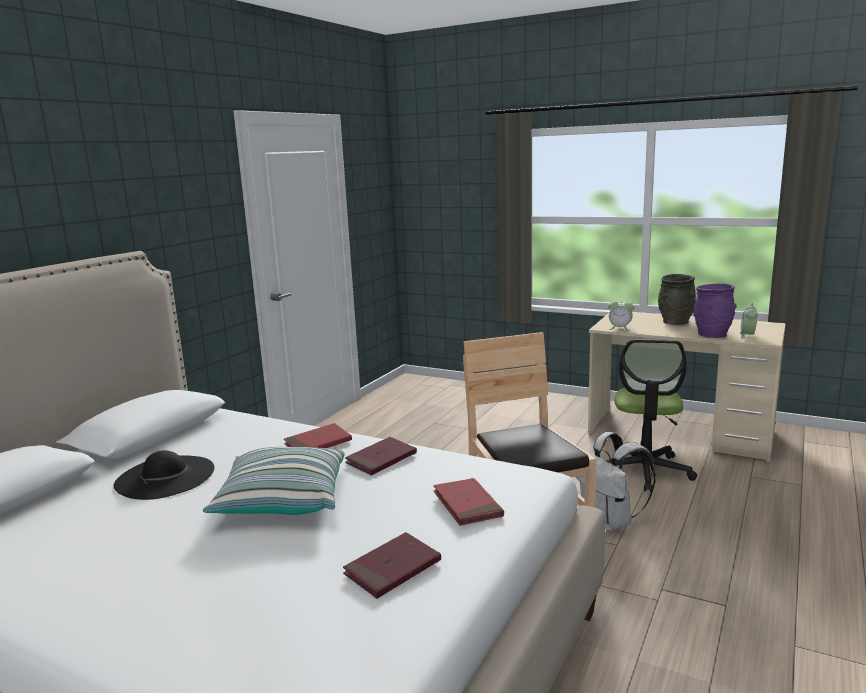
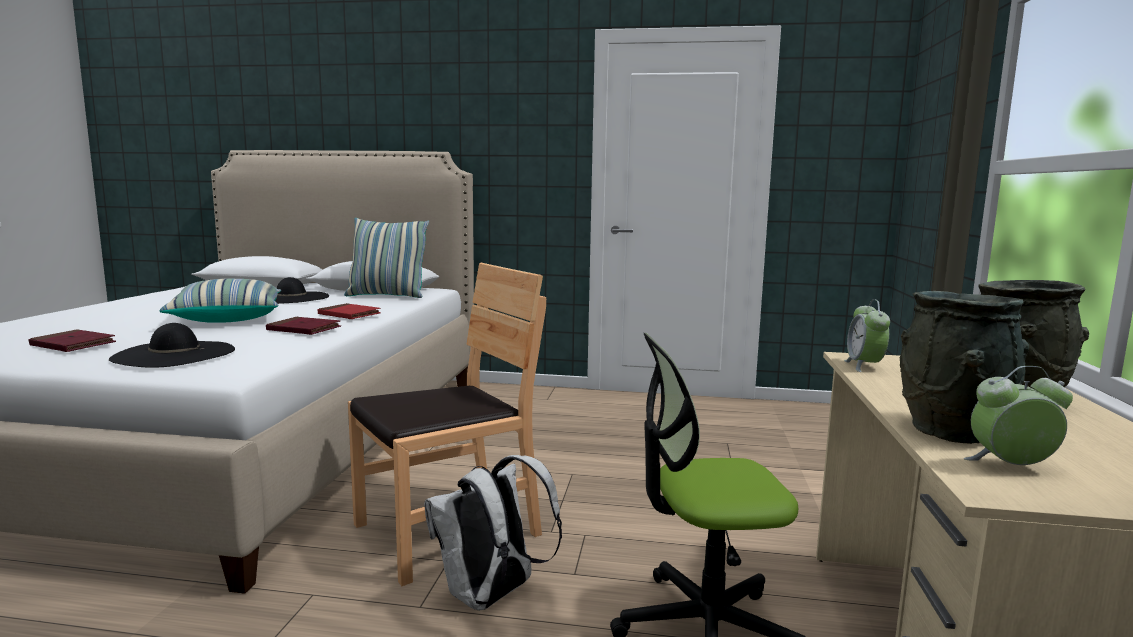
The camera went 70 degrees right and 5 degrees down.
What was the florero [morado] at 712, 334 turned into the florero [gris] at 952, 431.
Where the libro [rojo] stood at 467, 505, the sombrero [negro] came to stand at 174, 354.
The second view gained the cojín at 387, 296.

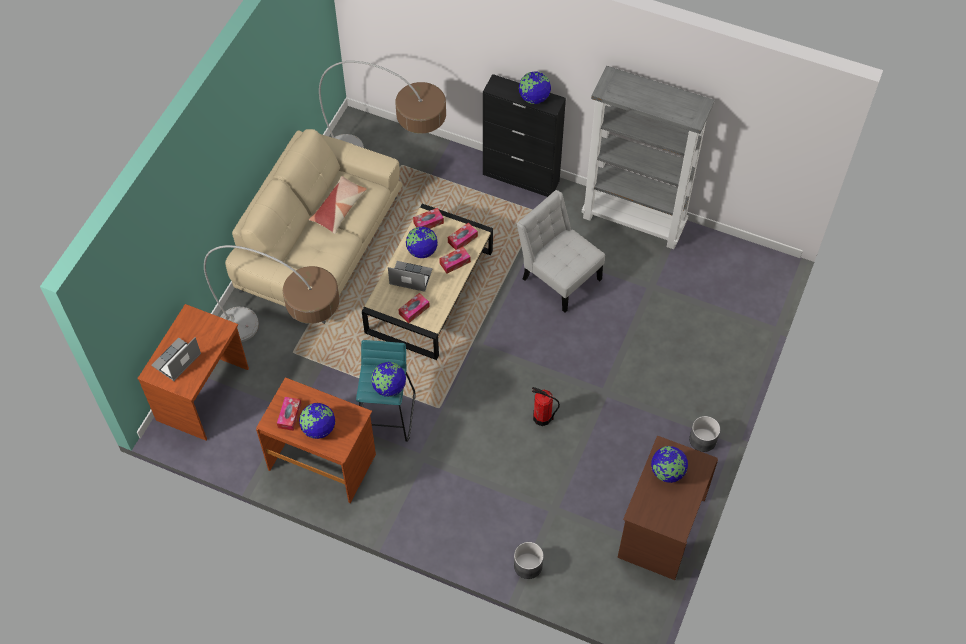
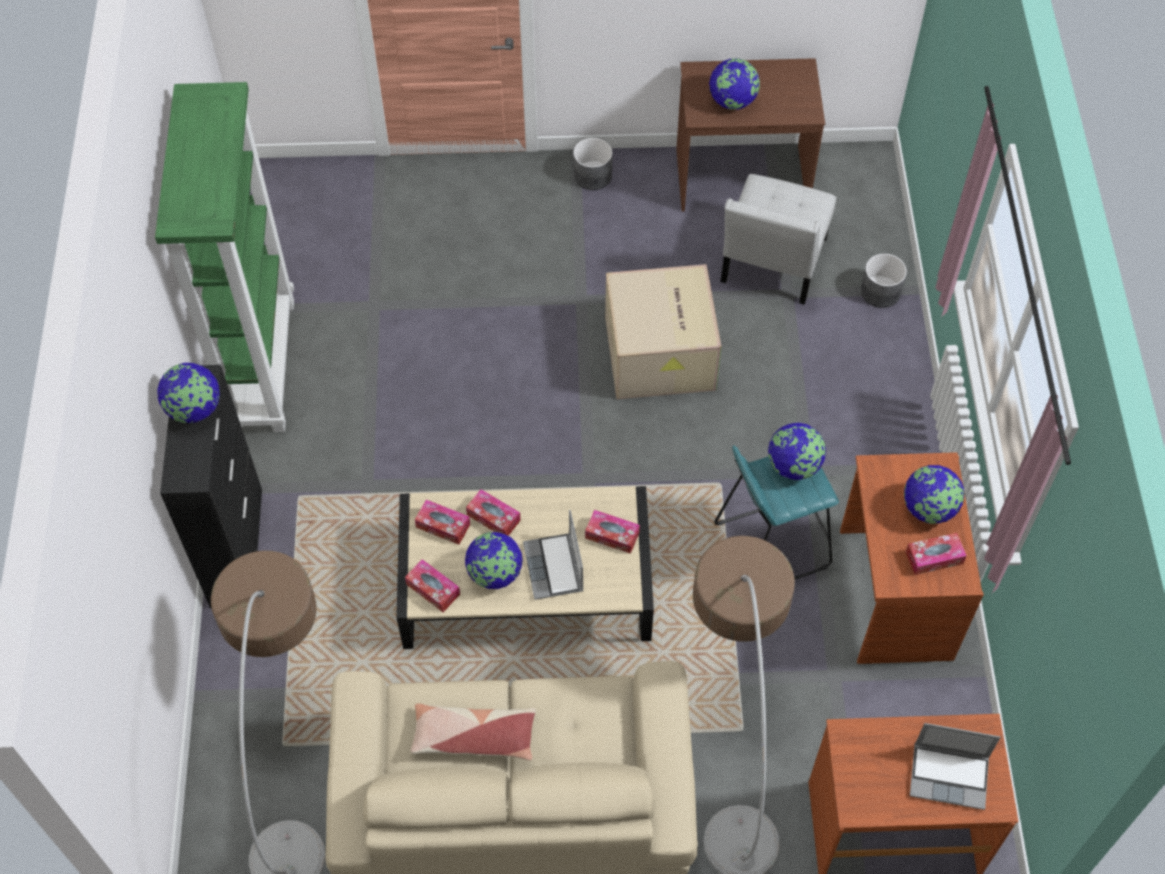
The camera went 115 degrees left and 0 degrees up.
What was the estantería [gris] at 634, 221 turned into the estantería [verde] at 261, 364.
The silla [blanco] ended up elsewhere, having gone from 558, 276 to 771, 265.
Where the extintor stood at 542, 417, the caja de cartón came to stand at 661, 354.

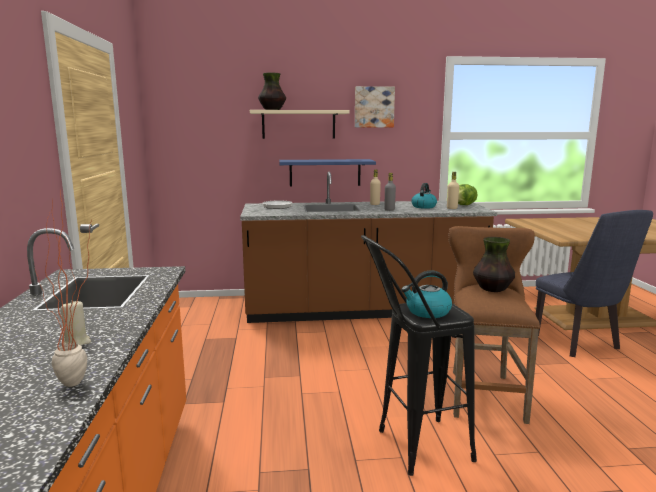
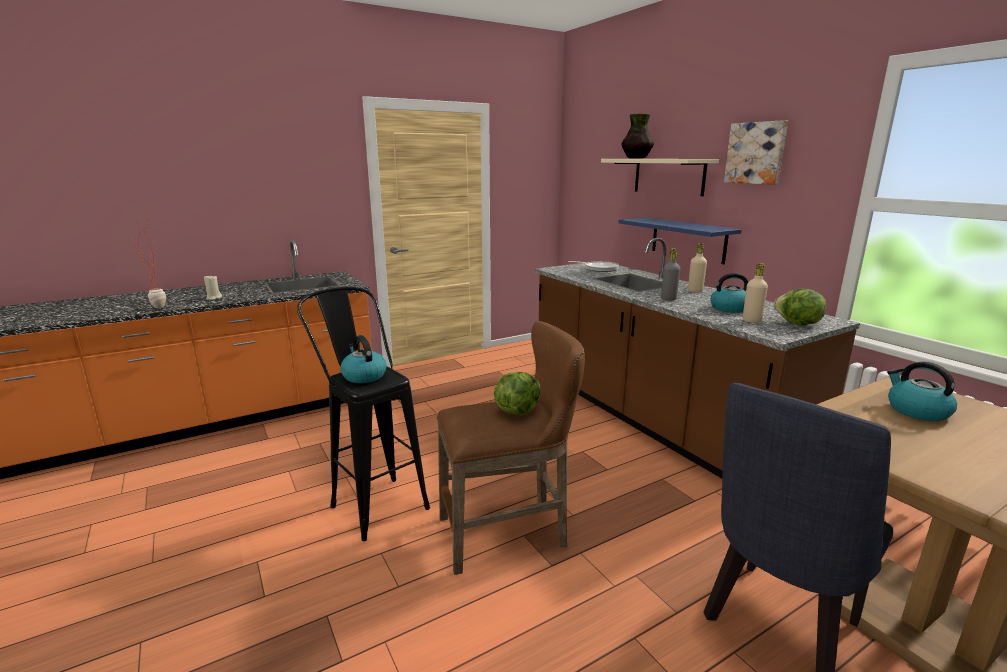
The camera went 65 degrees right and 5 degrees up.
Where the florero stood at 492, 289, the lechuga came to stand at 517, 410.
The second view gained the hervidor at 916, 411.

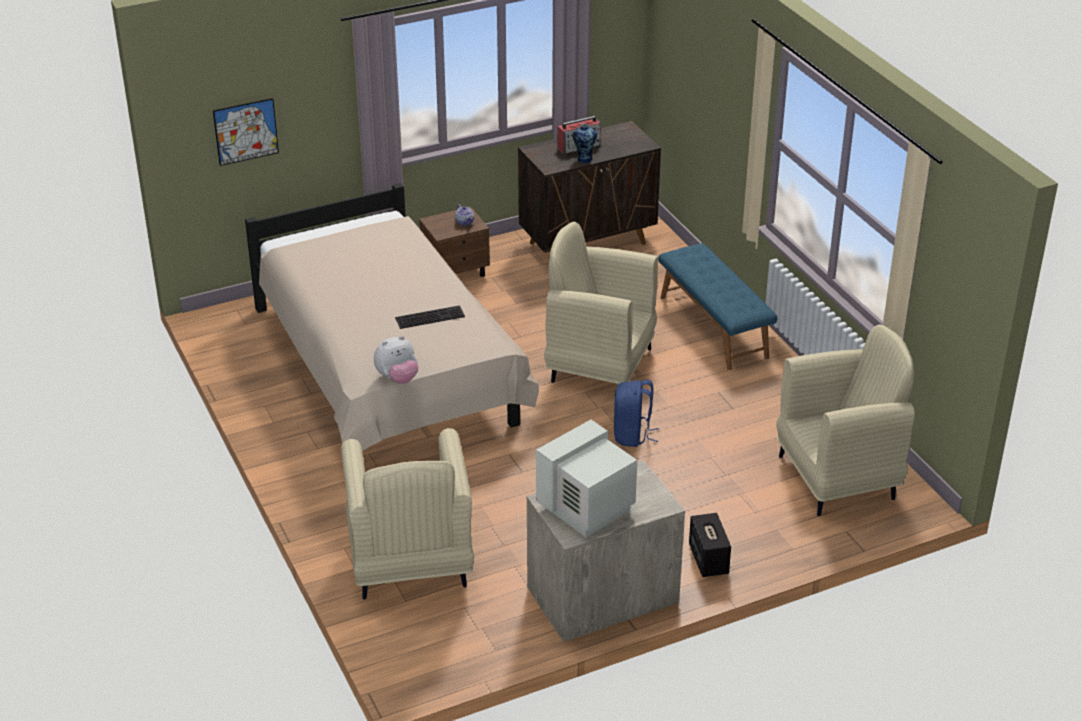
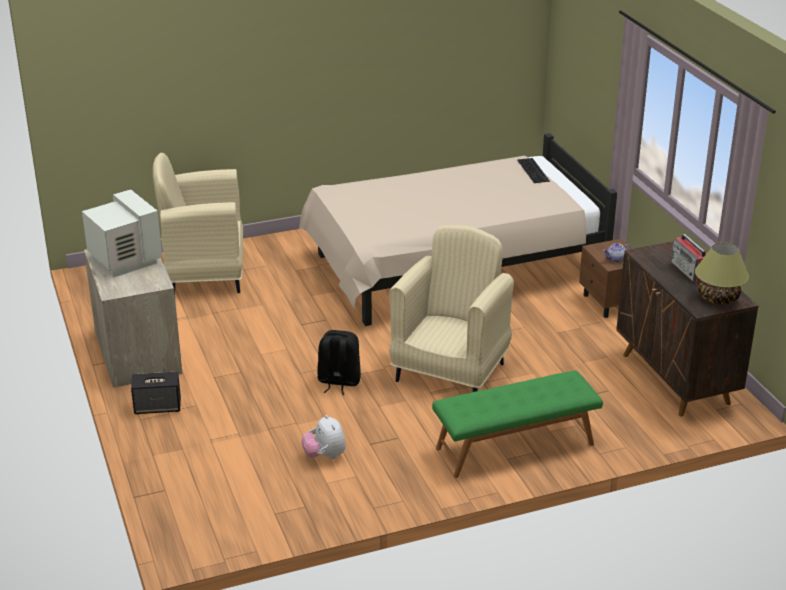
The camera went 95 degrees right and 5 degrees down.
The second view lost the cuadro at 246, 131.
The second view lost the florero at 584, 159.
What was the banco [azul] at 714, 326 turned into the banco [verde] at 515, 447.
The teclado ended up elsewhere, having gone from 430, 316 to 534, 170.
The second view lost the sillón [beis] at 838, 477.
The peluche ended up elsewhere, having gone from 397, 378 to 325, 456.
What was the mochila [azul] at 632, 435 turned into the mochila [negro] at 338, 382.
The second view gained the lámpara de mesa at 718, 298.

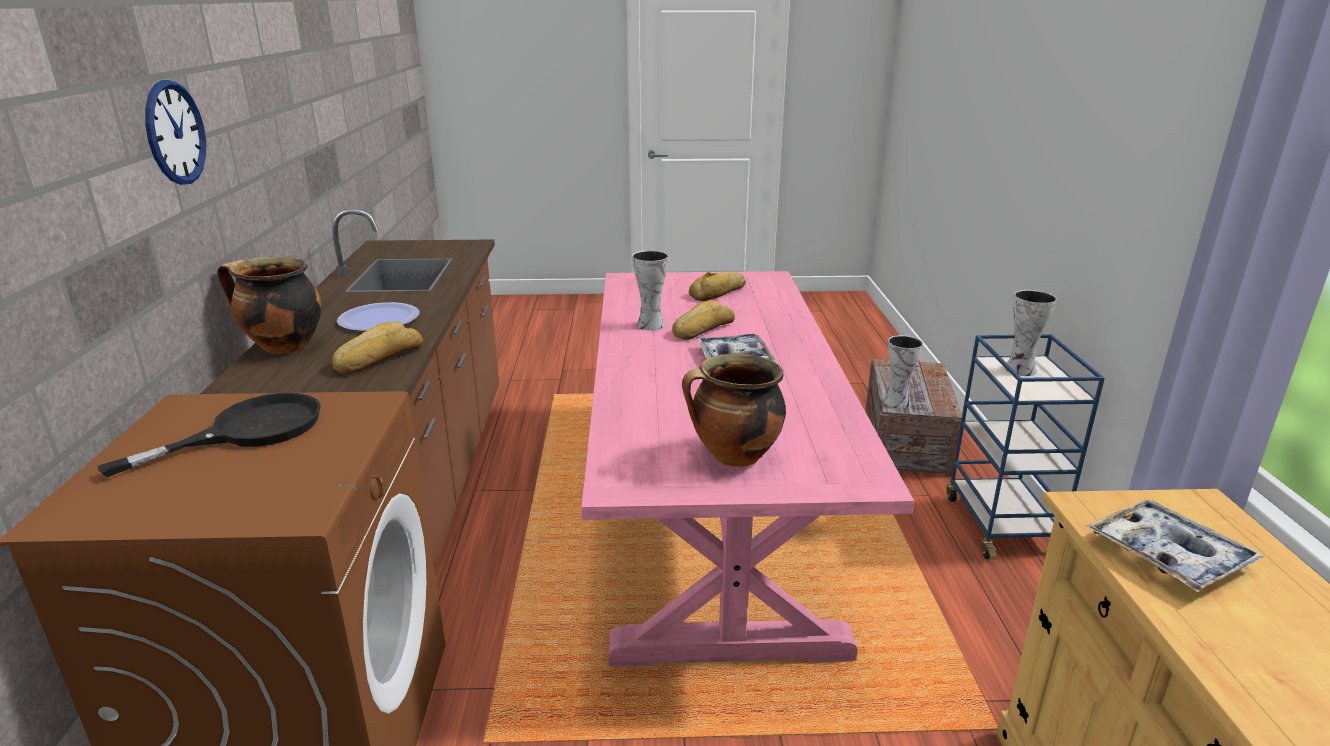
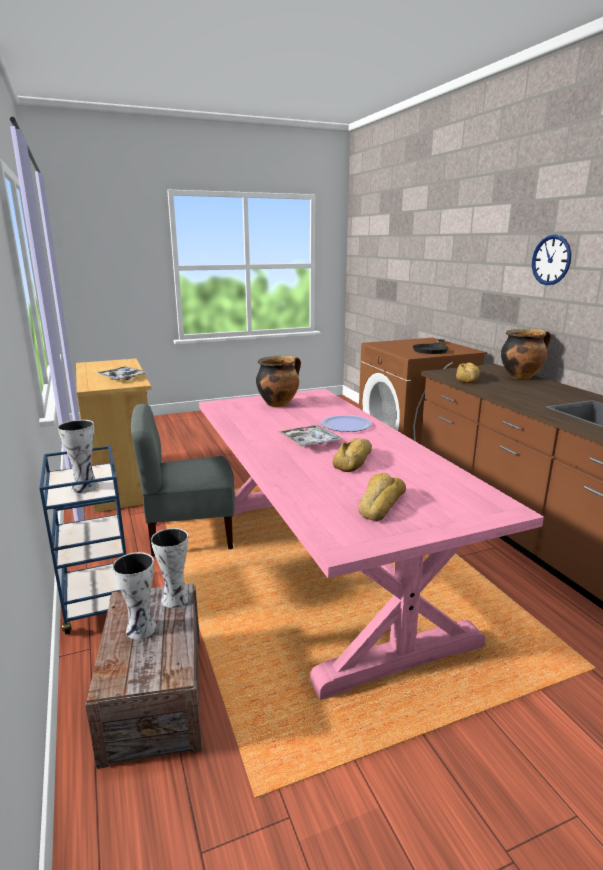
The camera went 160 degrees right and 5 degrees down.
The florero ended up elsewhere, having gone from 649, 324 to 143, 629.
The plato ended up elsewhere, having gone from 379, 319 to 346, 425.
The second view gained the silla [gris] at 190, 534.

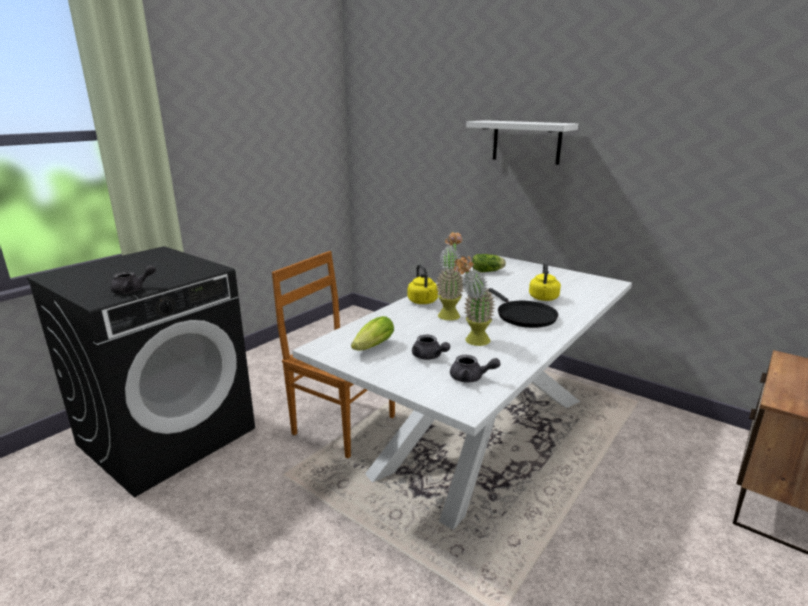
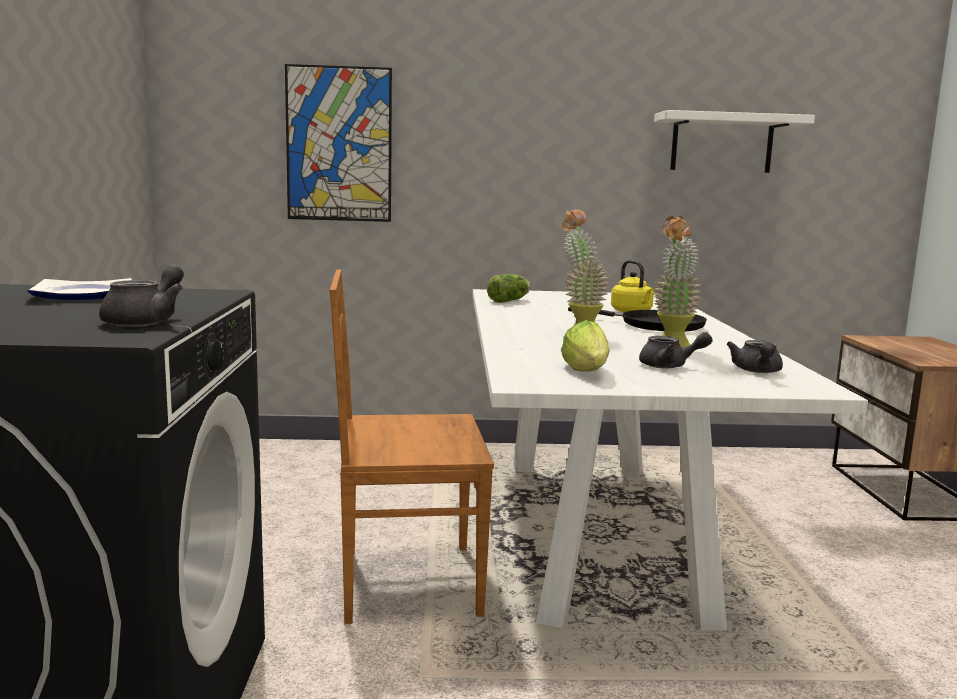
The camera went 40 degrees left and 10 degrees down.
The estante [blanco] ended up elsewhere, having gone from 526, 142 to 722, 143.
The second view lost the hervidor [amarillo] at 423, 302.
The tetera [gris] at 471, 378 ended up facing another way, 120 degrees clockwise from before.
The second view gained the cuadro at 339, 144.
The second view gained the plato at 82, 295.

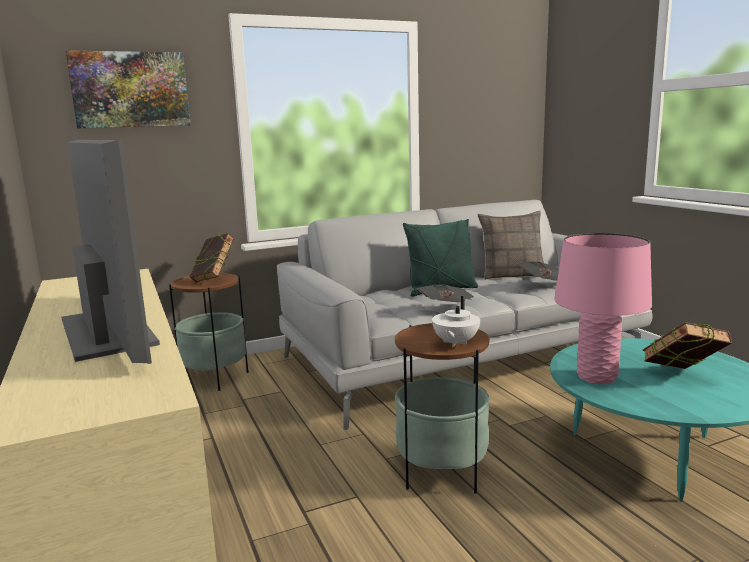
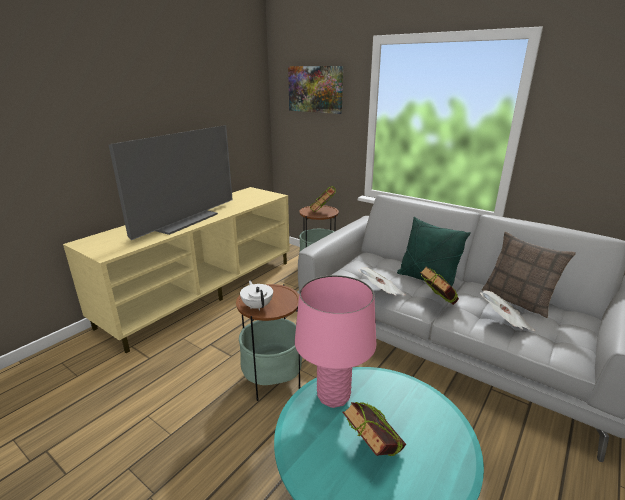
The camera went 60 degrees right and 10 degrees up.
The tetera [blanco] at 455, 343 ended up facing another way, 75 degrees clockwise from before.
The second view gained the libro at 436, 304.

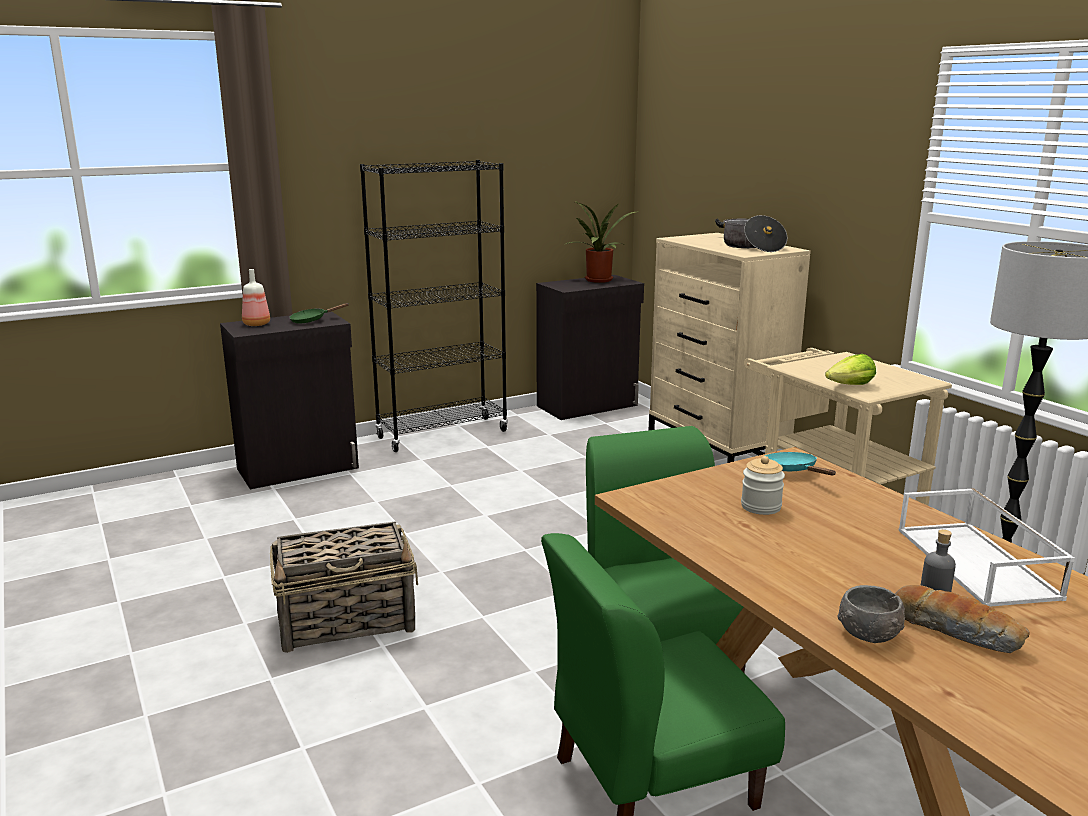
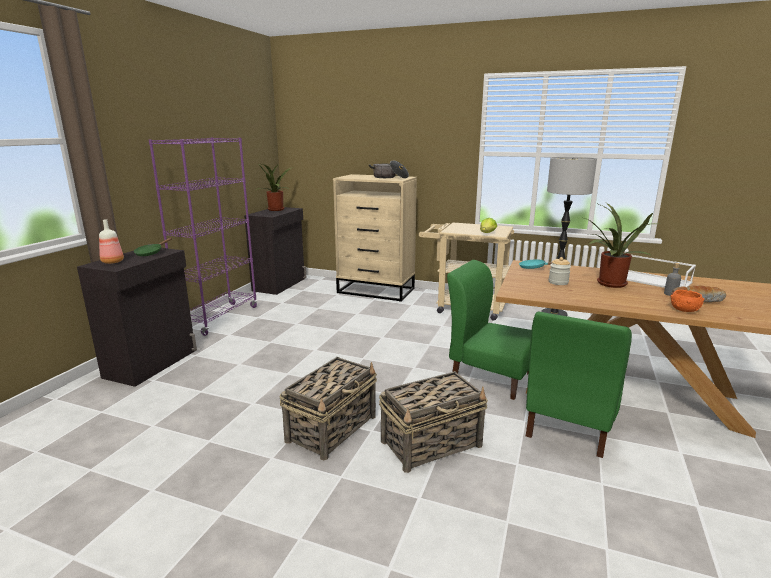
The camera went 40 degrees left and 0 degrees up.
What was the estantería [negro] at 442, 434 turned into the estantería [morado] at 219, 318.
What was the cuenco [gris] at 869, 633 turned into the cuenco [naranja] at 684, 309.
The second view gained the planta en maceta at 609, 284.
The second view gained the cesta at 432, 443.

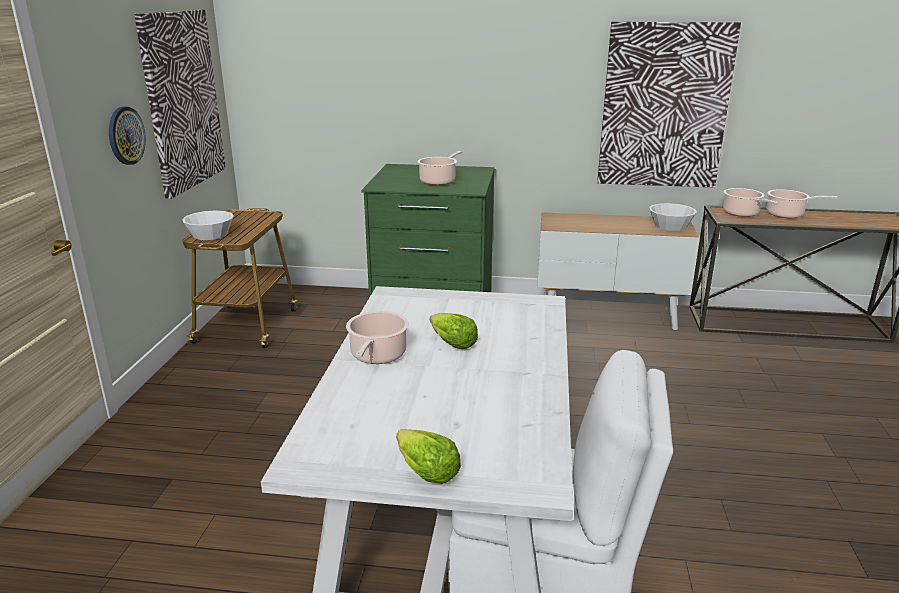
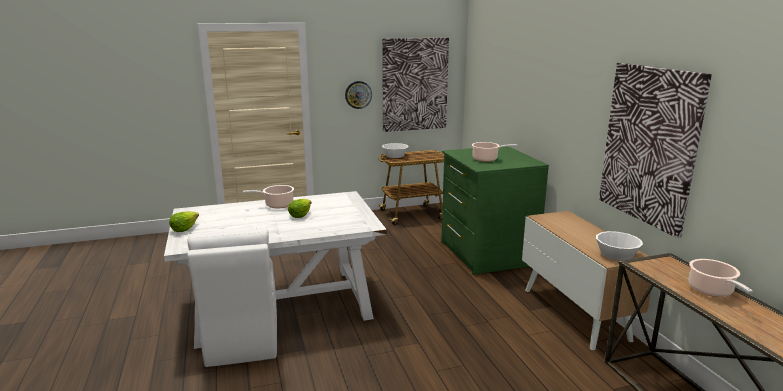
The camera went 65 degrees right and 5 degrees down.
The second view lost the olla at 742, 214.

